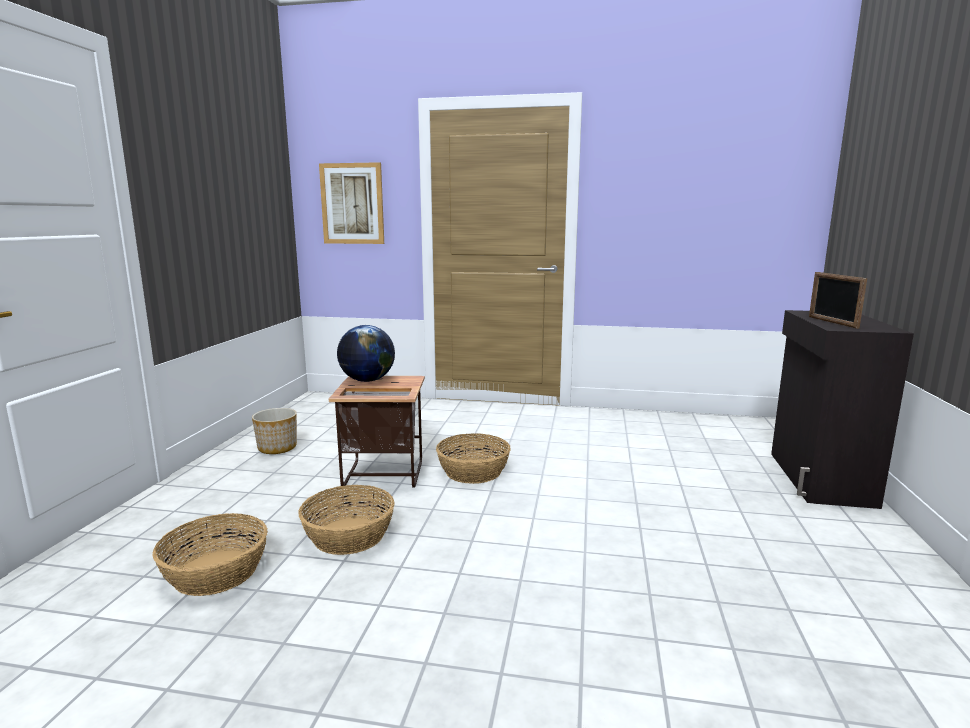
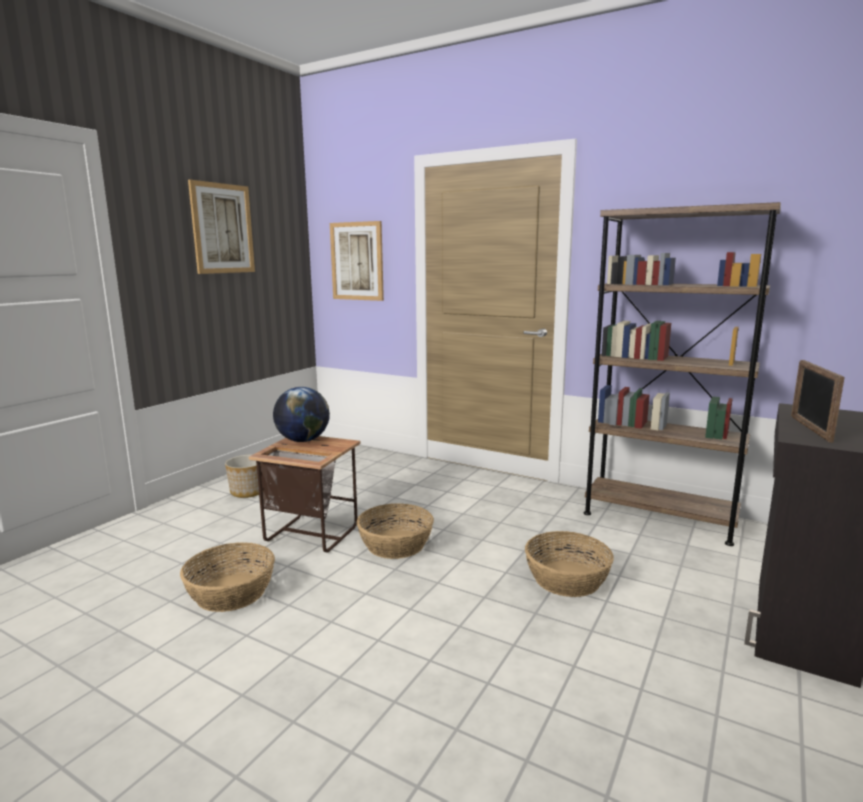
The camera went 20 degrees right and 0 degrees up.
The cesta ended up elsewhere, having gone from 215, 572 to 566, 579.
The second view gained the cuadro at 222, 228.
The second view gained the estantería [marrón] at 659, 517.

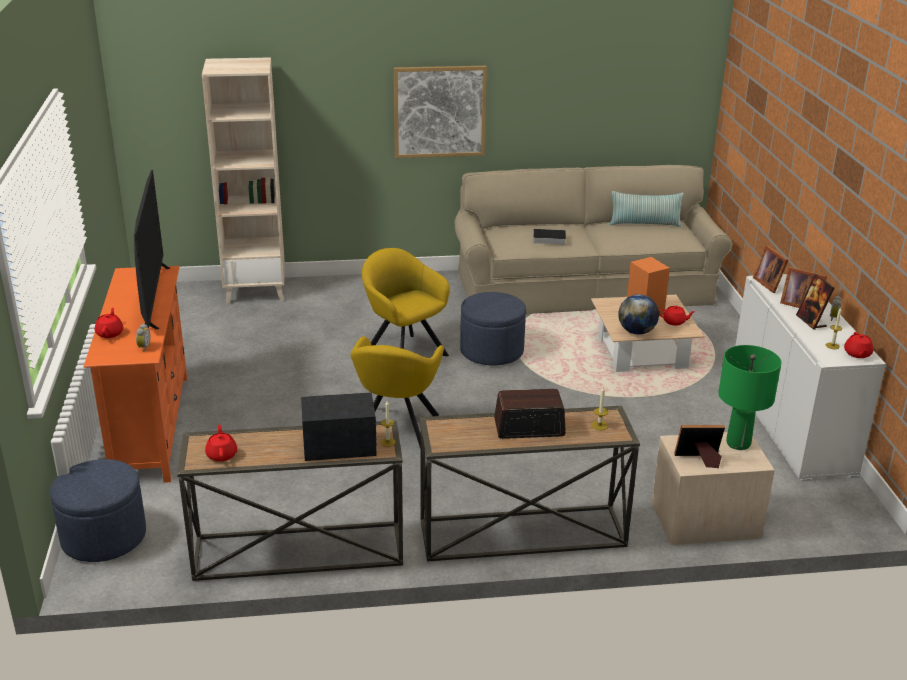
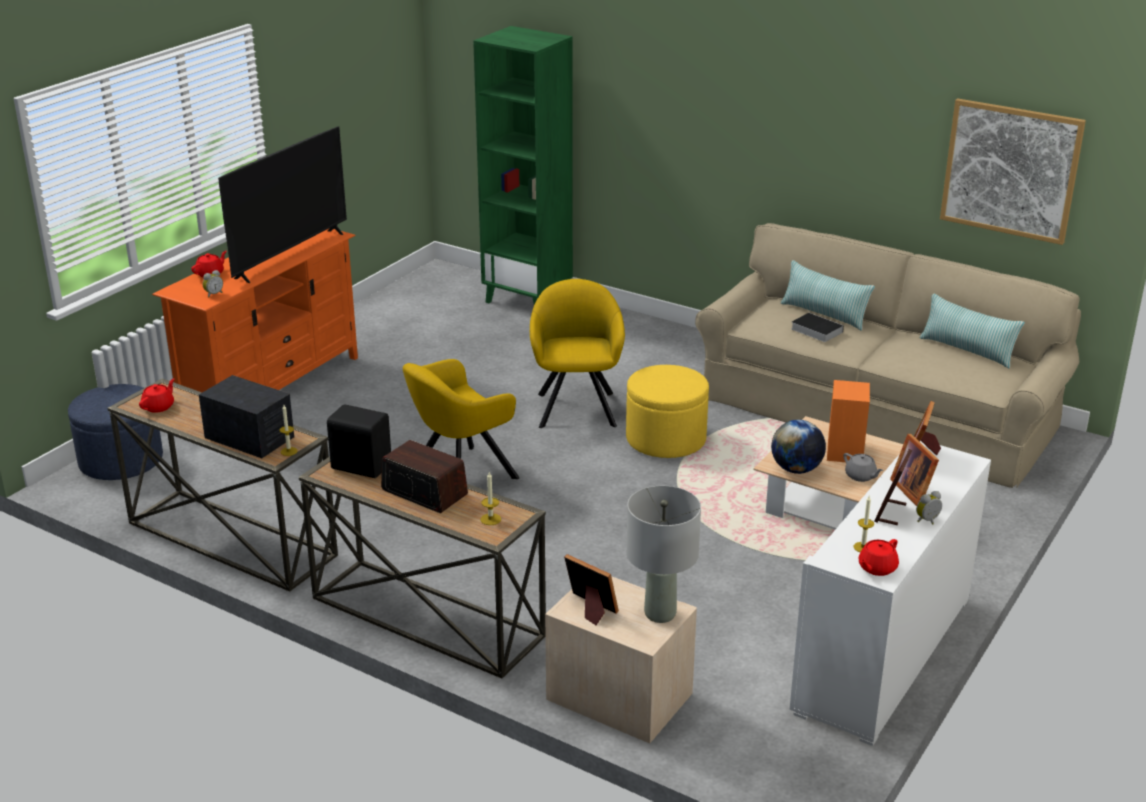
The camera went 40 degrees right and 0 degrees up.
What was the estantería [beis] at 256, 291 turned into the estantería [verde] at 528, 300.
The cuadro ended up elsewhere, having gone from 439, 111 to 1010, 170.
What was the puf [azul] at 491, 351 turned into the puf [amarillo] at 666, 439.
What was the tetera [rojo] at 674, 322 turned into the tetera [gris] at 860, 476.
What was the lámpara de mesa [verde] at 738, 443 turned into the lámpara de mesa [gris] at 660, 613.
The second view gained the cojín at 824, 314.
The second view gained the altavoz [negro] at 361, 465.

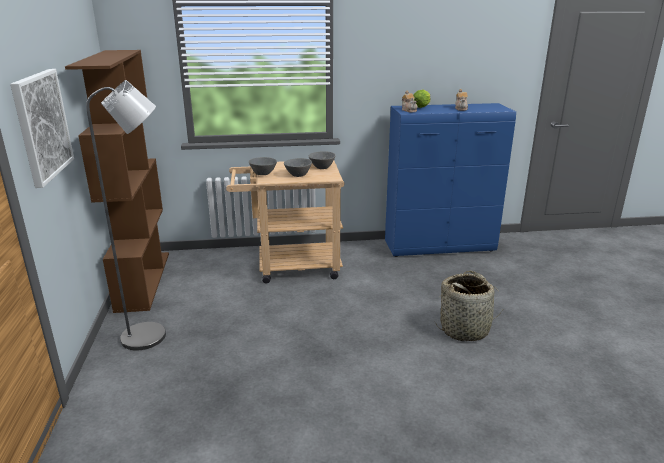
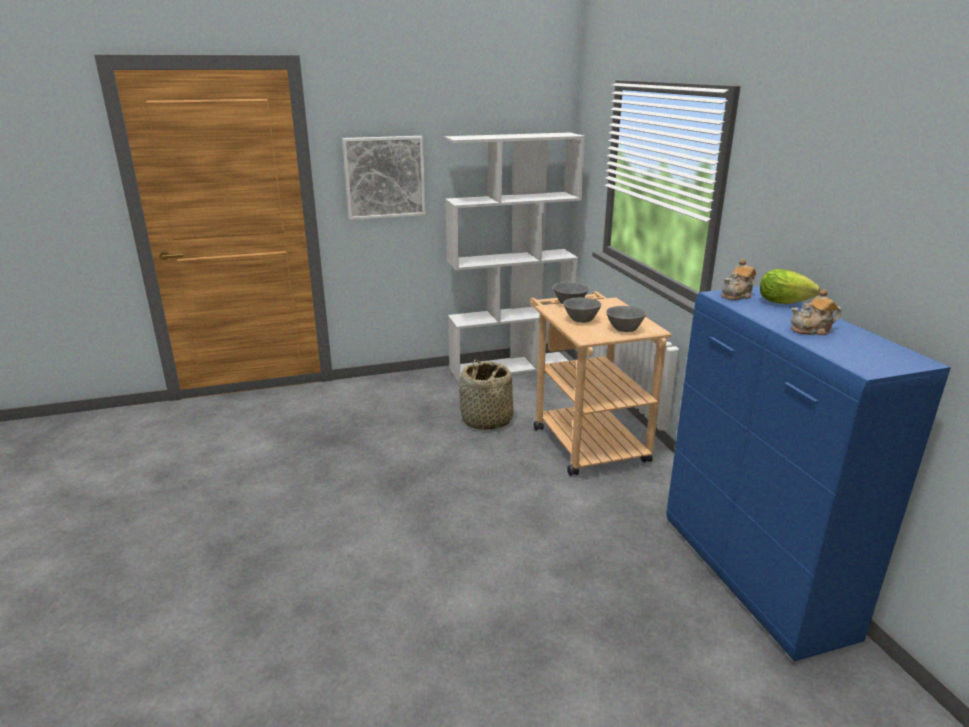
The camera went 80 degrees right and 0 degrees up.
What was the estantería [marrón] at 143, 280 turned into the estantería [blanco] at 511, 366.
The second view lost the lámpara de pie [gris] at 152, 336.
The cesta ended up elsewhere, having gone from 465, 329 to 486, 420.

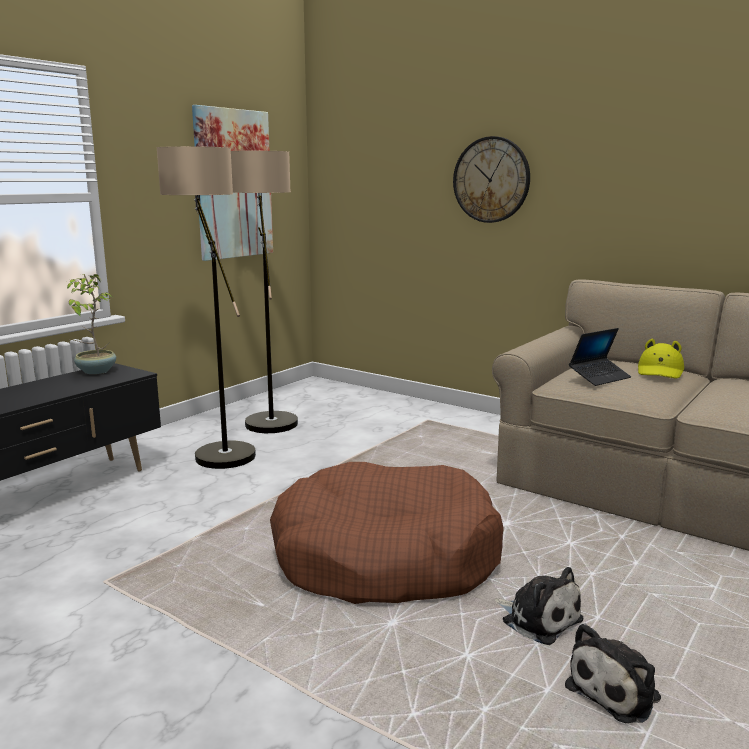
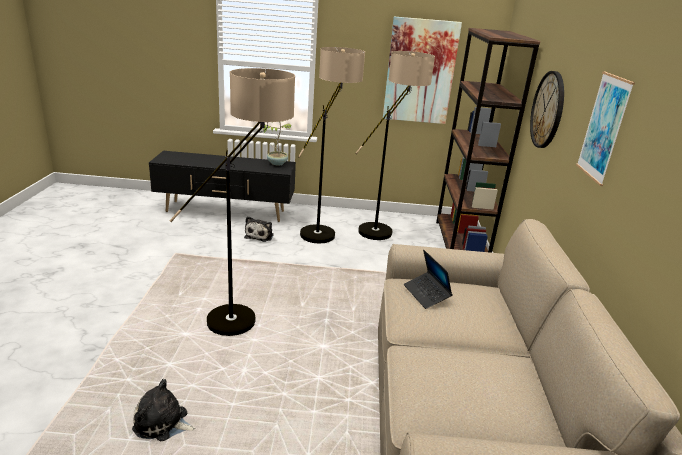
The camera went 55 degrees right and 10 degrees up.
The portátil at 599, 377 ended up facing another way, 45 degrees clockwise from before.
The second view lost the sombrero [amarillo] at 660, 371.
Where the cama para perro [marrón] stood at 385, 557, the lámpara de pie came to stand at 248, 314.
The peluche ended up elsewhere, having gone from 538, 619 to 260, 235.
The second view gained the estantería [marrón] at 460, 243.
The second view gained the cuadro at 603, 128.

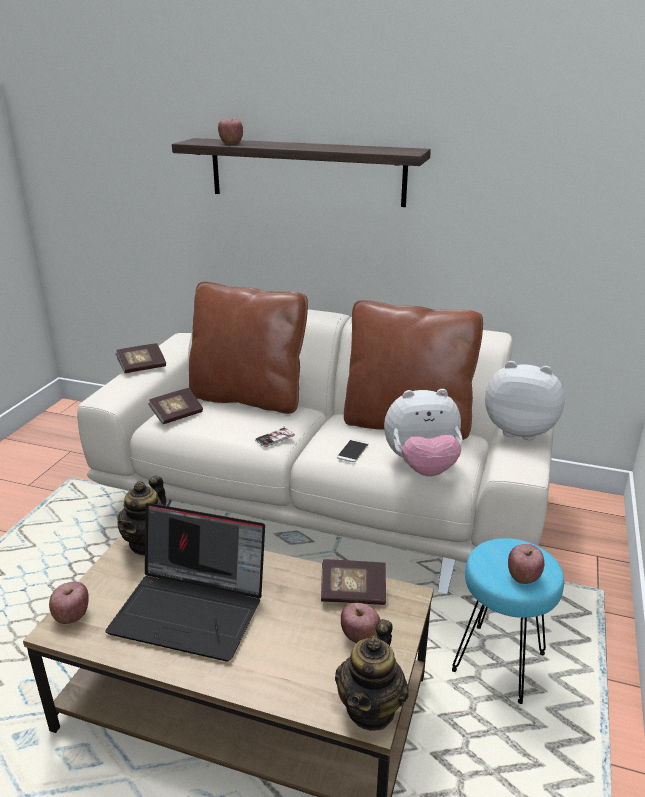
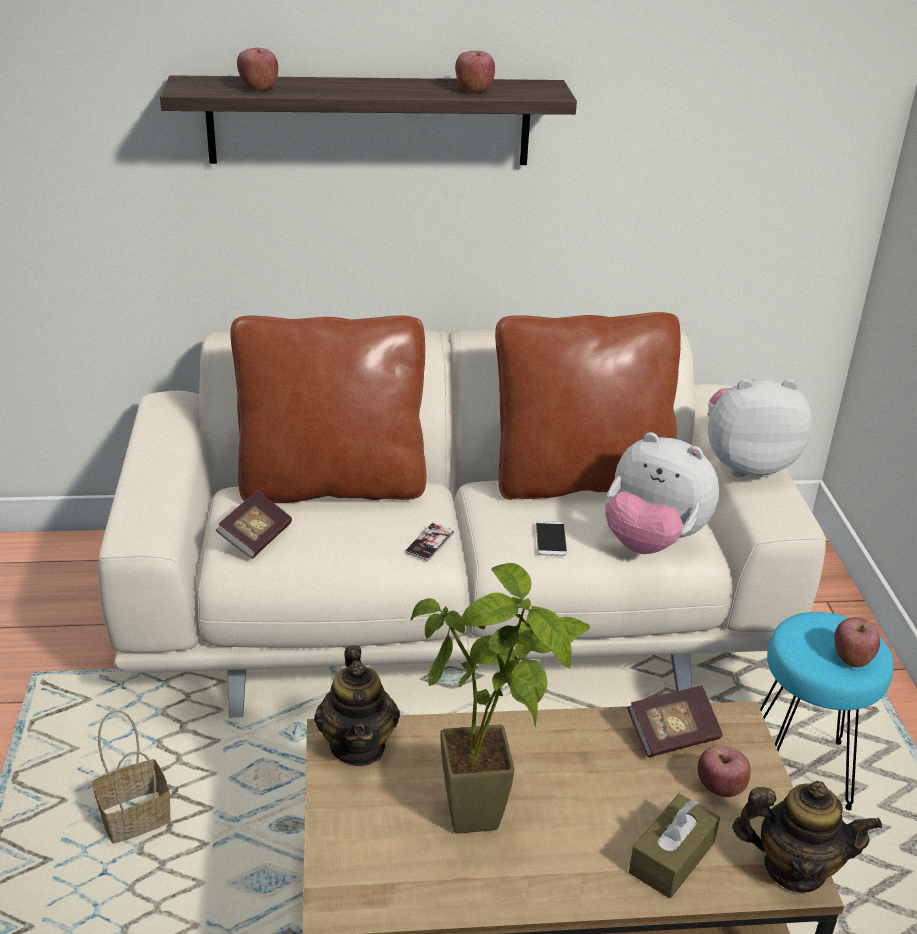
The camera went 25 degrees left and 5 degrees up.
The second view lost the libro at 142, 367.
The peluche at 422, 467 ended up facing another way, 60 degrees clockwise from before.
Where the portátil stood at 193, 610, the planta en maceta came to stand at 497, 819.
The manzana ended up elsewhere, having gone from 72, 615 to 474, 90.
The tetera at 371, 709 ended up facing another way, 75 degrees counterclockwise from before.
The second view gained the cesta at 137, 817.
The second view gained the caja de pañuelos [marrón] at 672, 857.

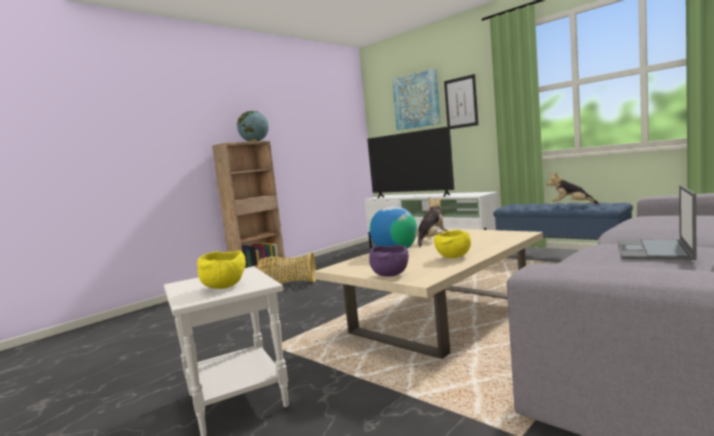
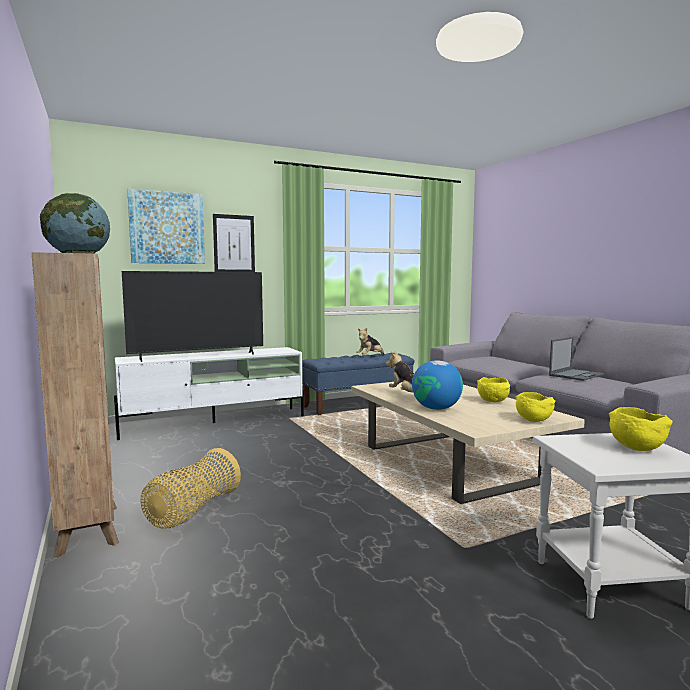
The camera went 70 degrees left and 0 degrees up.
The portátil at 654, 250 ended up facing another way, 90 degrees counterclockwise from before.
What was the cuenco [morado] at 390, 275 turned into the cuenco [amarillo] at 532, 420.

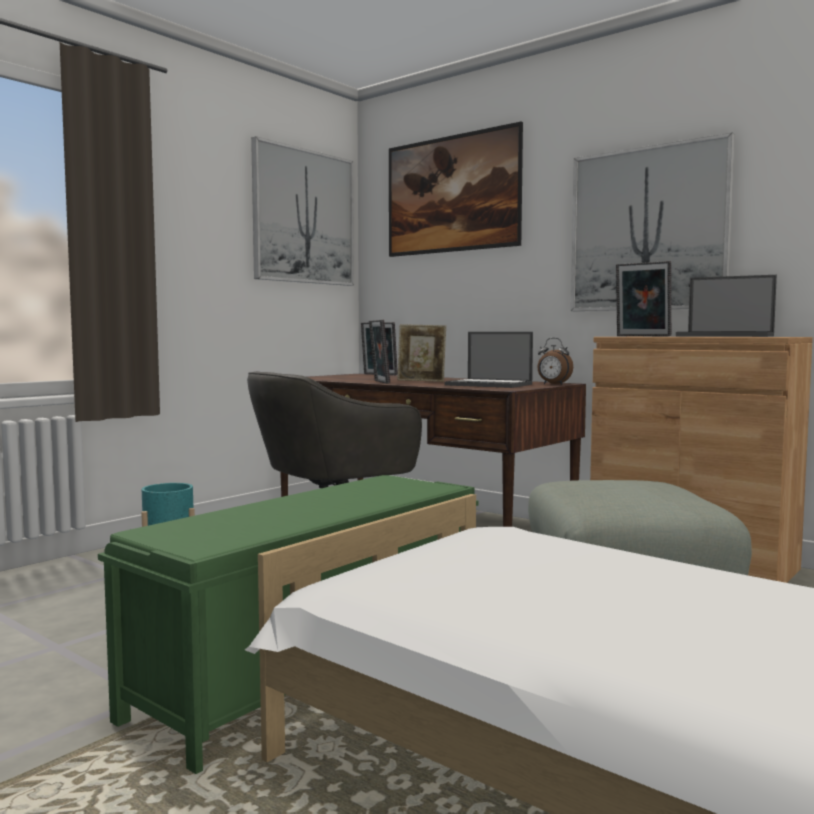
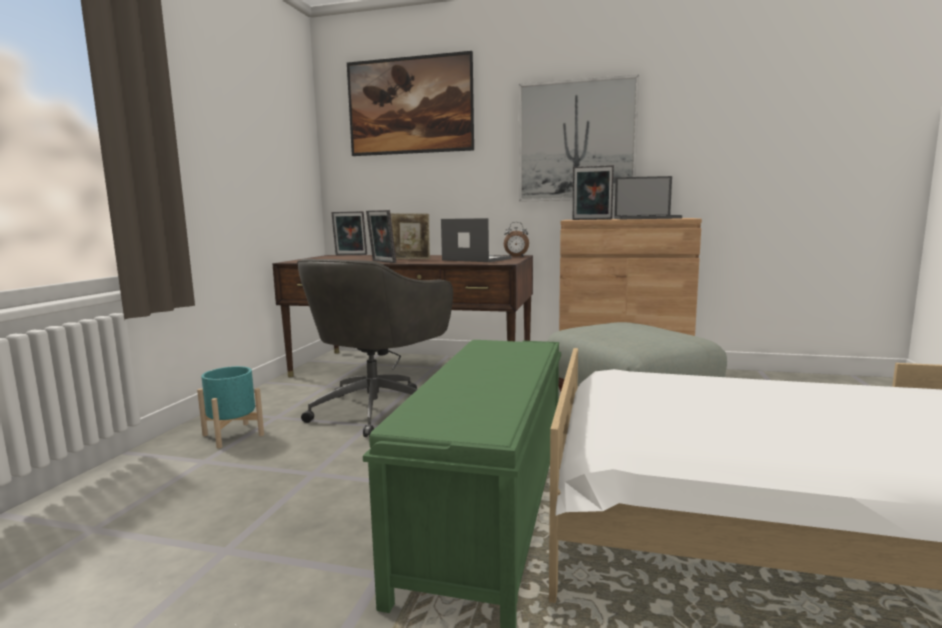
The camera went 25 degrees left and 5 degrees up.
The second view lost the cuadro at 304, 217.
The portátil at 490, 385 ended up facing another way, 150 degrees counterclockwise from before.

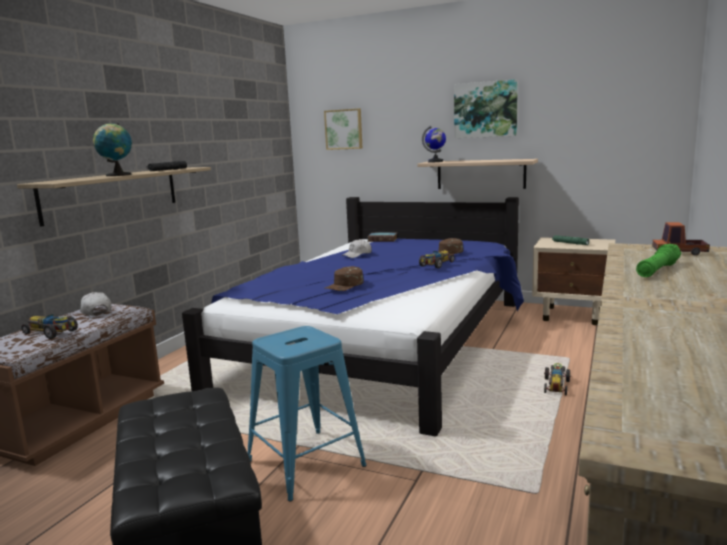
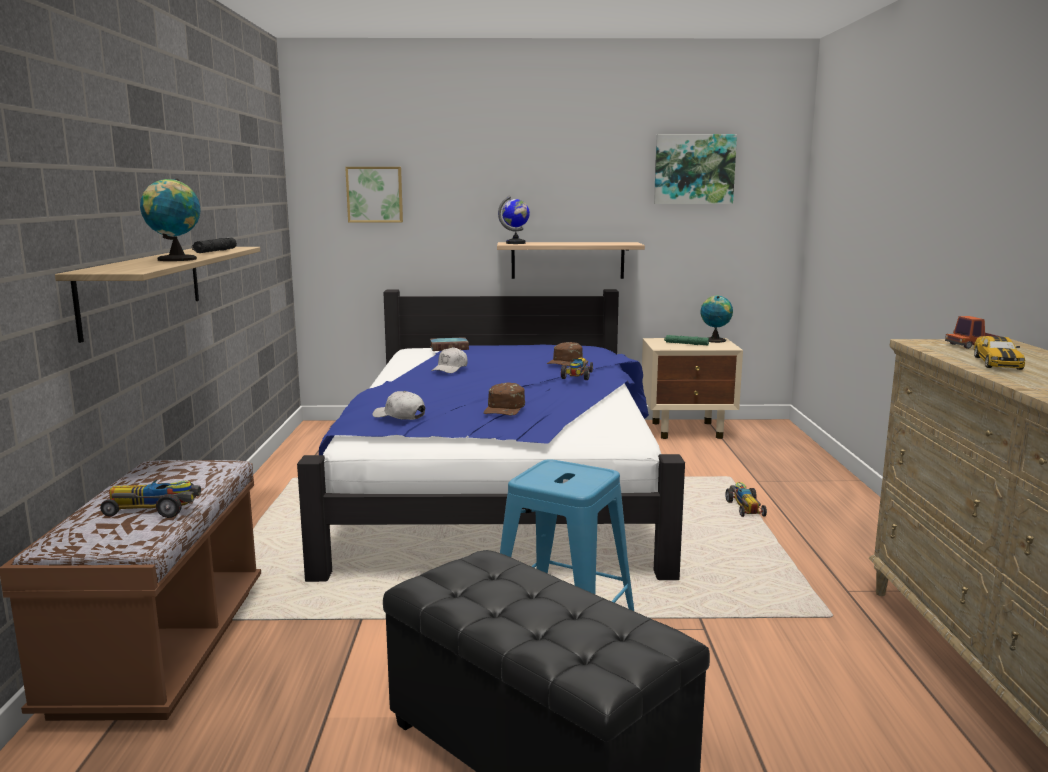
The camera went 25 degrees left and 0 degrees up.
The cuadro ended up elsewhere, having gone from 485, 109 to 694, 169.
Where the linterna [verde] stood at 657, 270, the coche de juguete came to stand at 997, 363.
The gorra [blanco] ended up elsewhere, having gone from 95, 311 to 399, 416.
The second view gained the globo terráqueo at 714, 340.

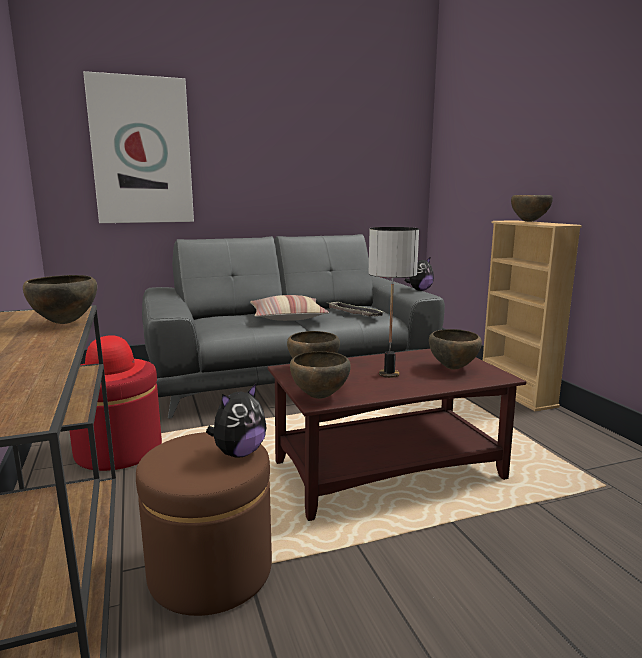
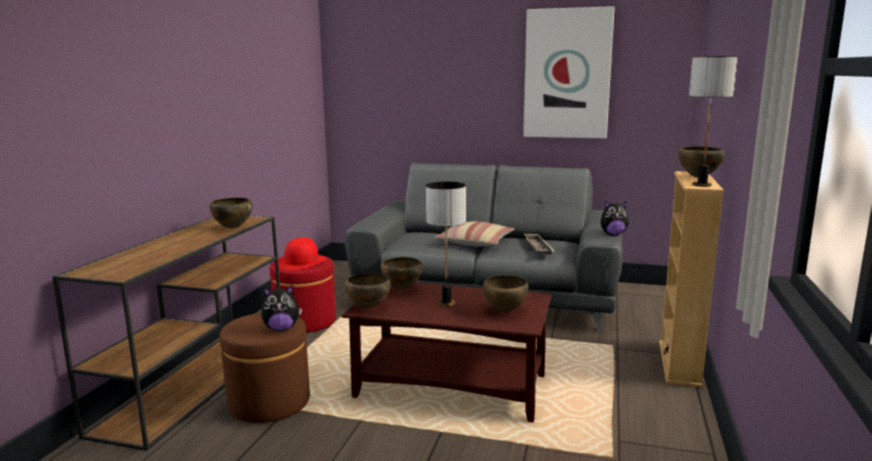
The camera went 35 degrees right and 0 degrees up.
The cuadro ended up elsewhere, having gone from 141, 151 to 567, 74.
The second view gained the lámpara de mesa at 701, 185.

